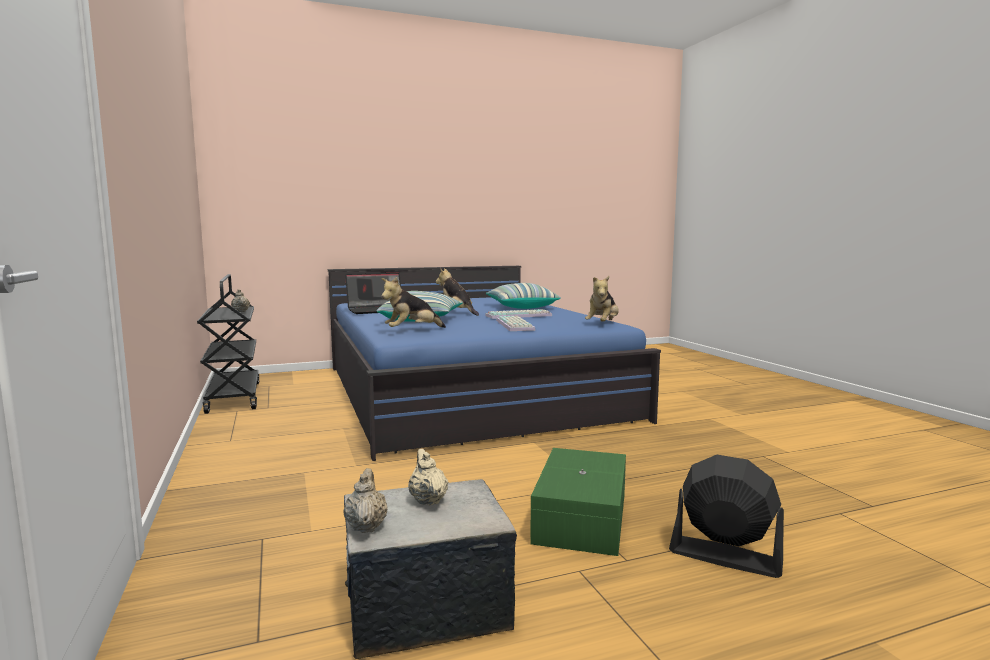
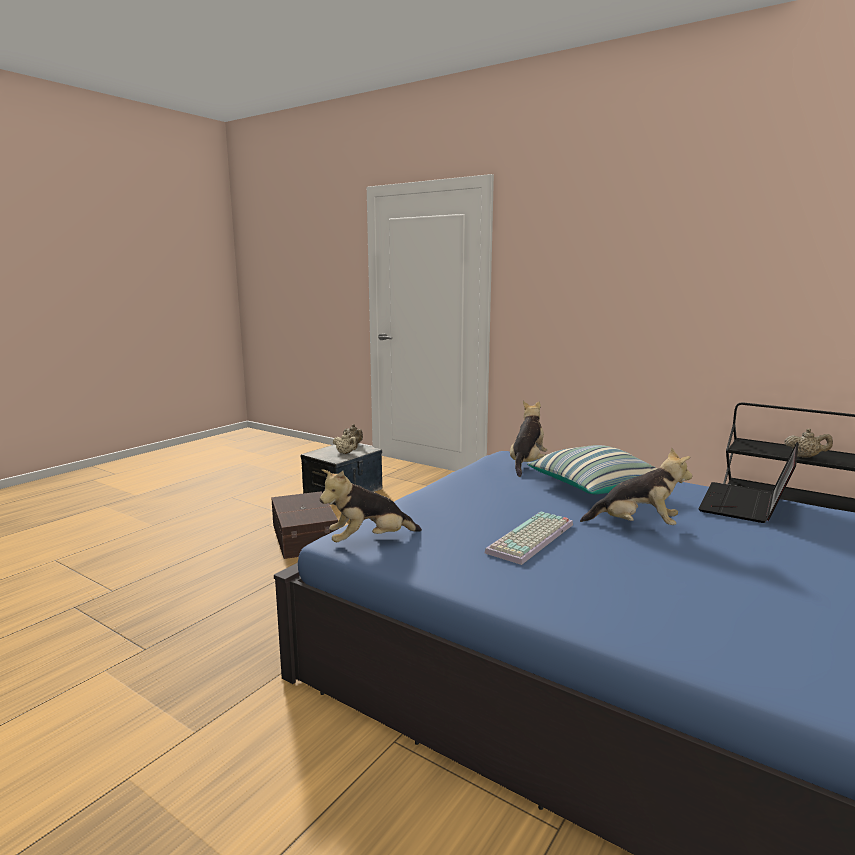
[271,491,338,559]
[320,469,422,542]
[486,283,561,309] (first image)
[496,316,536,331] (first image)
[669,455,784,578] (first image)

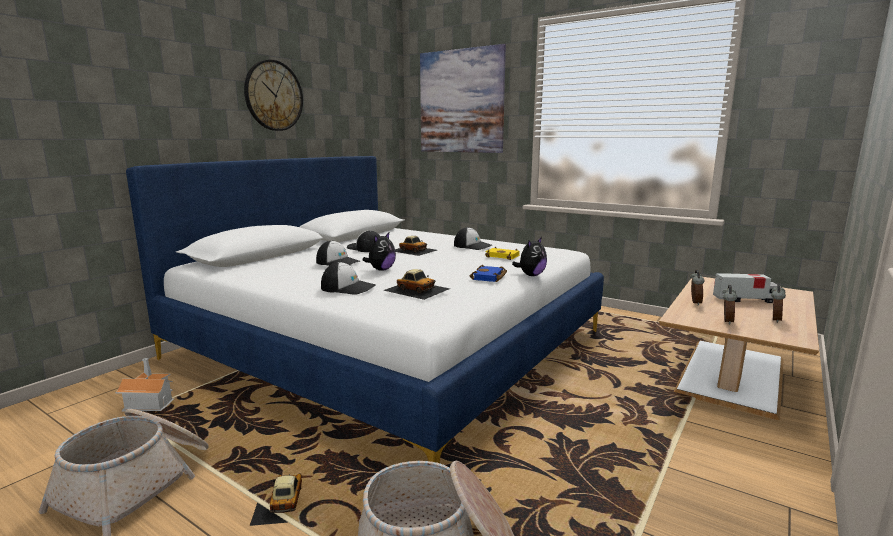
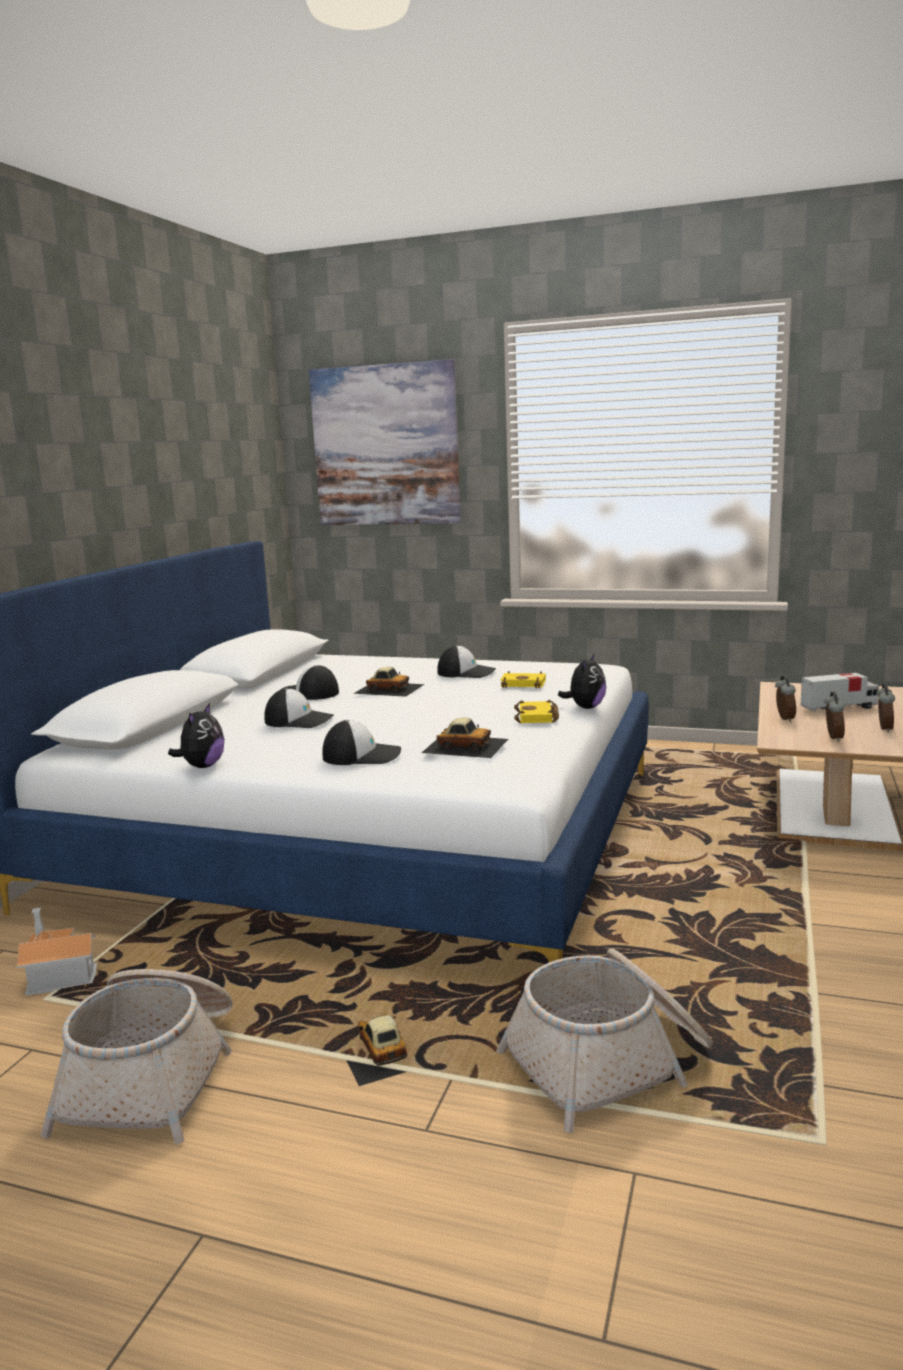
[168,703,224,768]
[514,700,559,723]
[244,59,303,131] (first image)

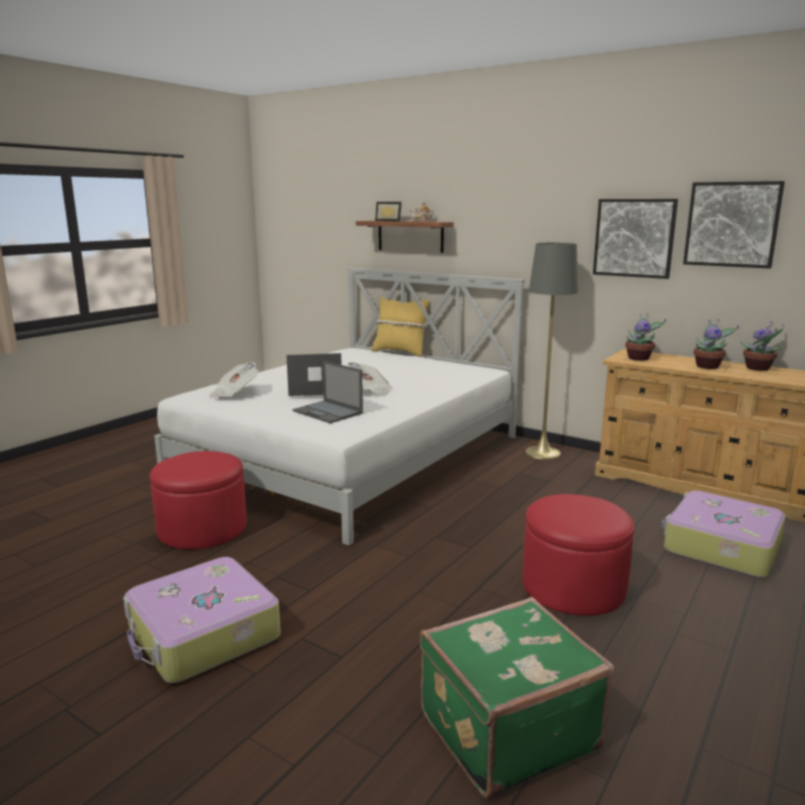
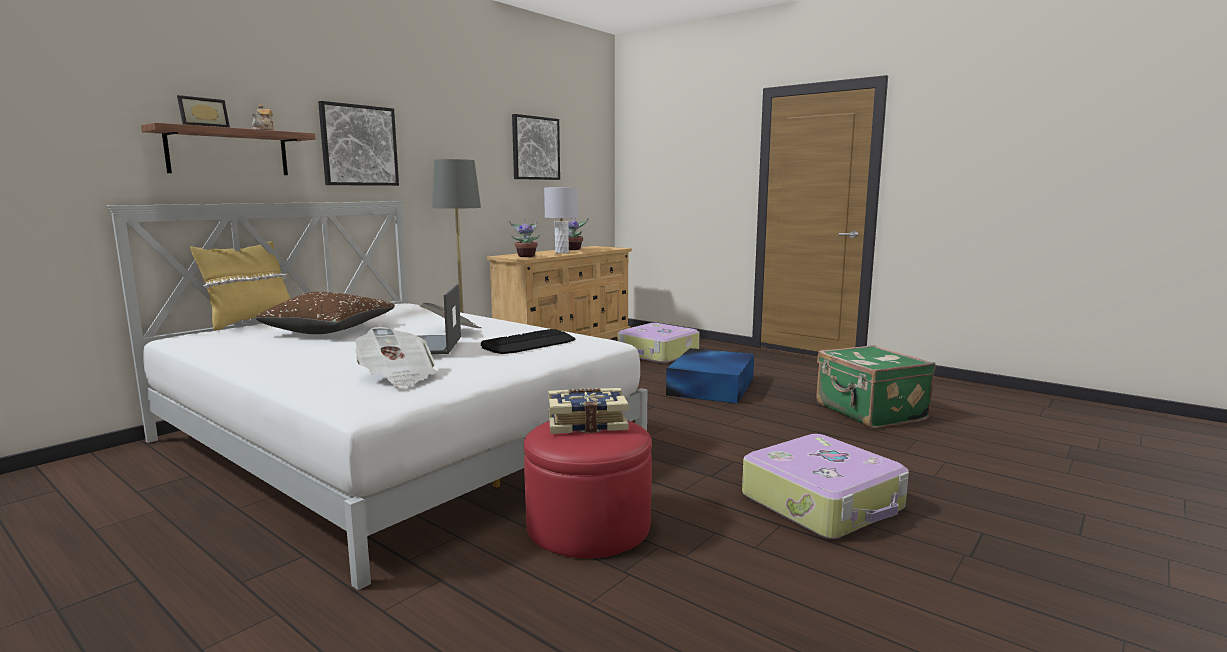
[256,292,395,334]
[318,101,399,186]
[481,329,575,354]
[544,187,578,253]
[548,388,629,434]
[666,348,754,404]

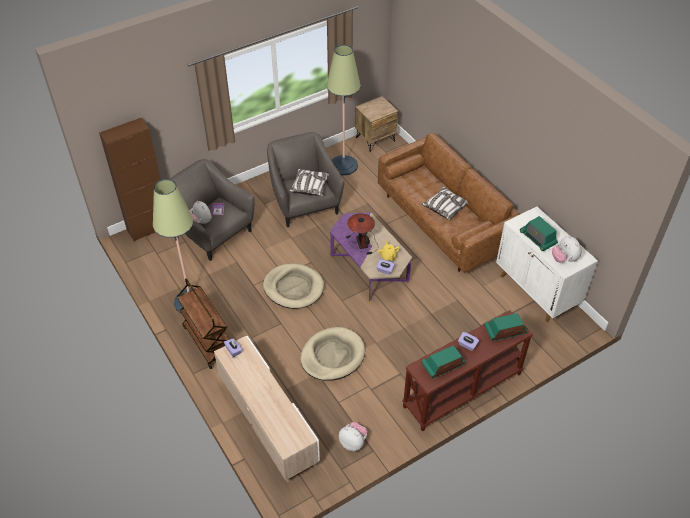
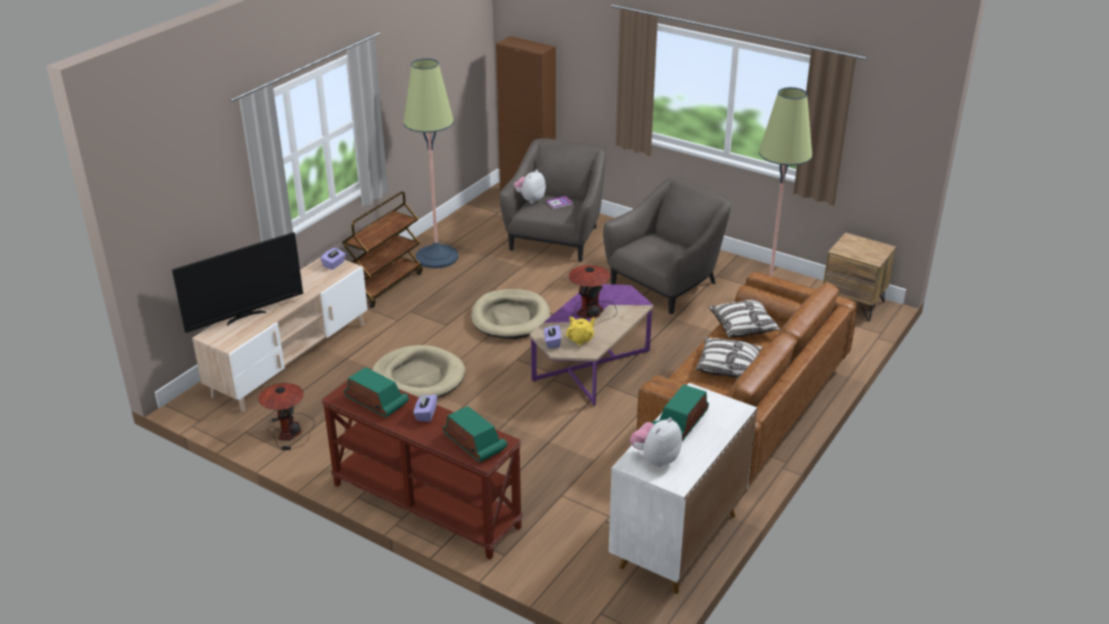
[172,232,303,333]
[258,383,315,450]
[709,300,781,338]

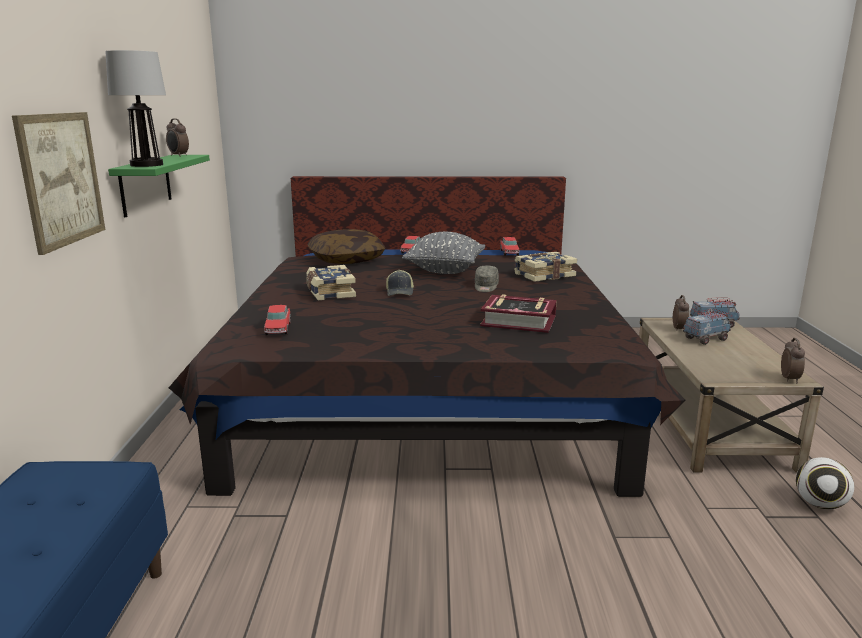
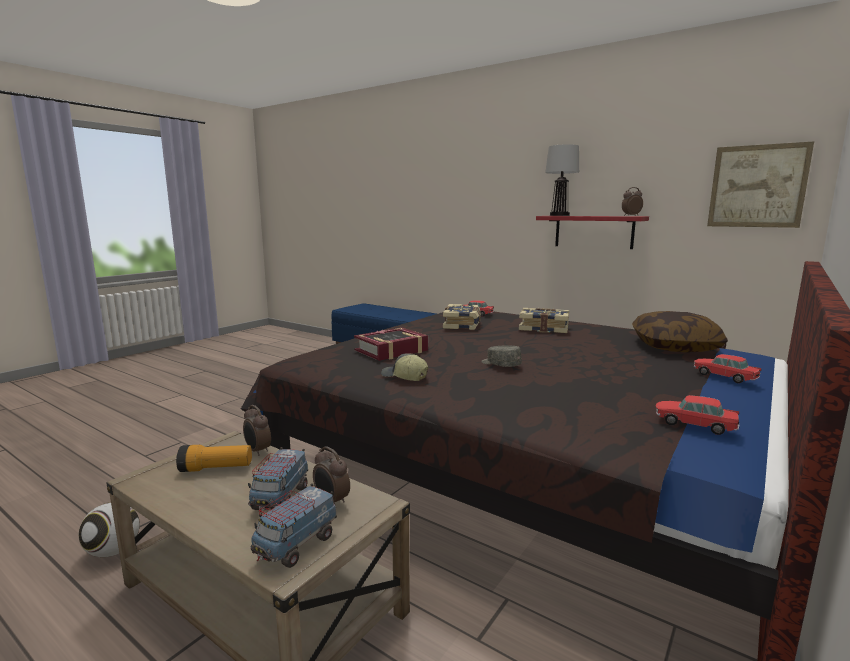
[176,445,252,472]
[243,405,271,456]
[381,353,428,381]
[443,304,481,330]
[536,216,649,249]
[707,141,814,228]
[402,232,485,274] (first image)

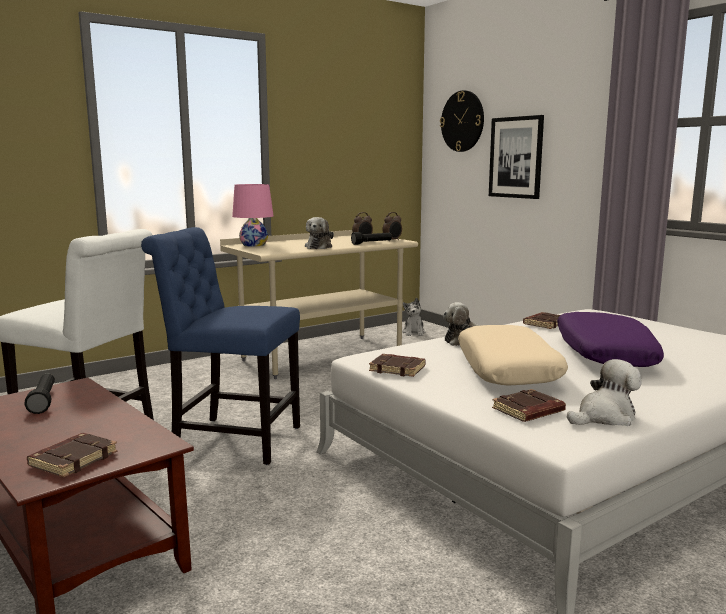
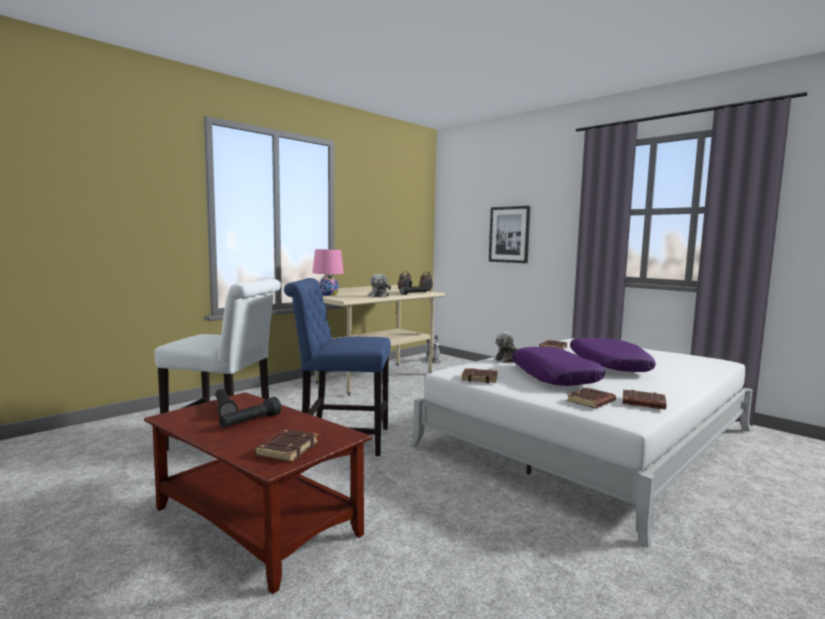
[219,397,281,427]
[512,347,605,386]
[622,389,666,410]
[440,90,484,152] (first image)

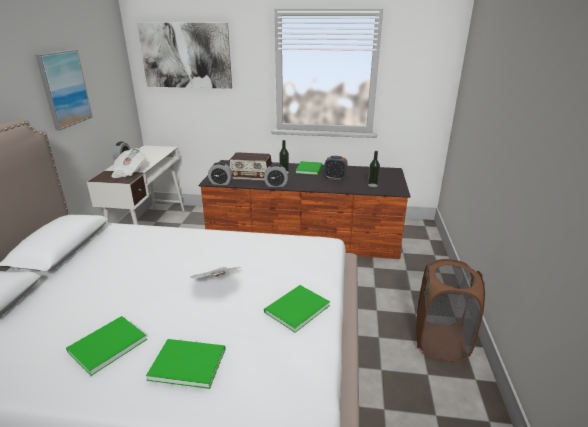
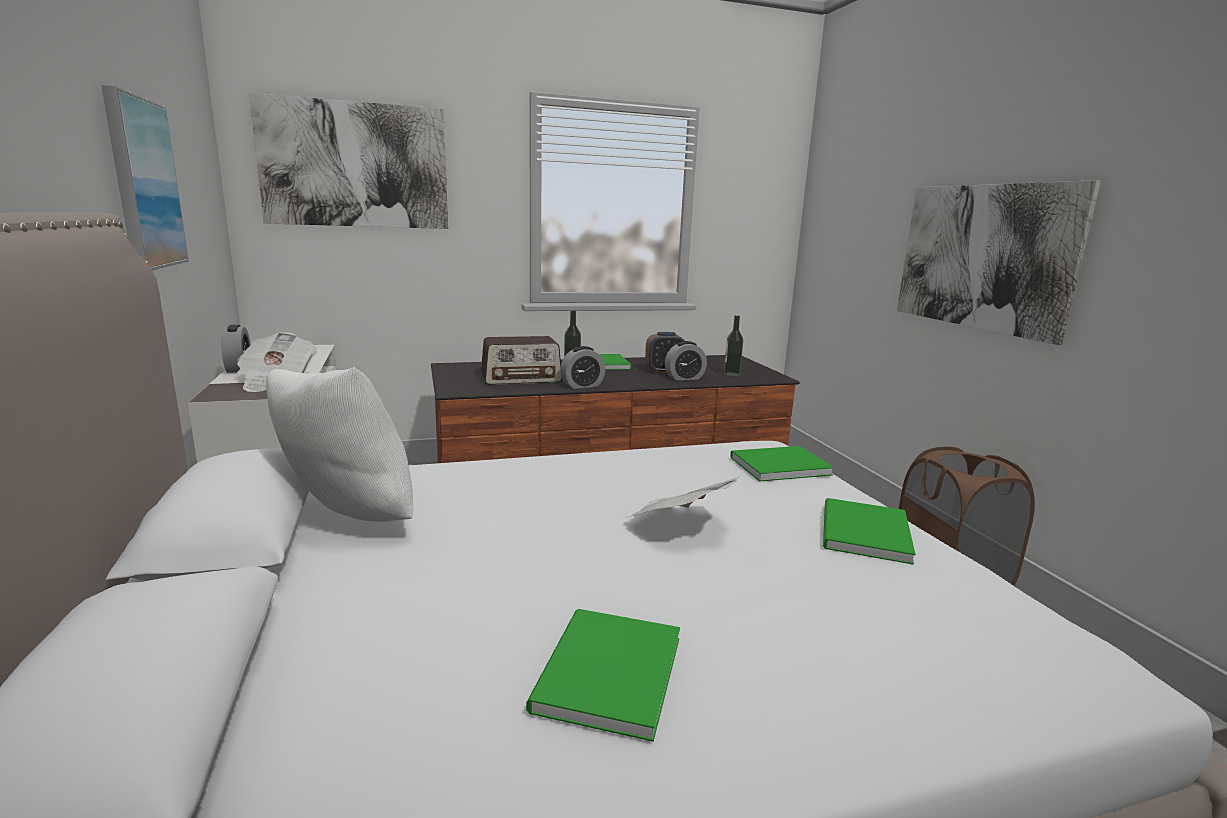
[266,367,413,522]
[665,341,707,380]
[730,446,834,482]
[897,180,1101,345]

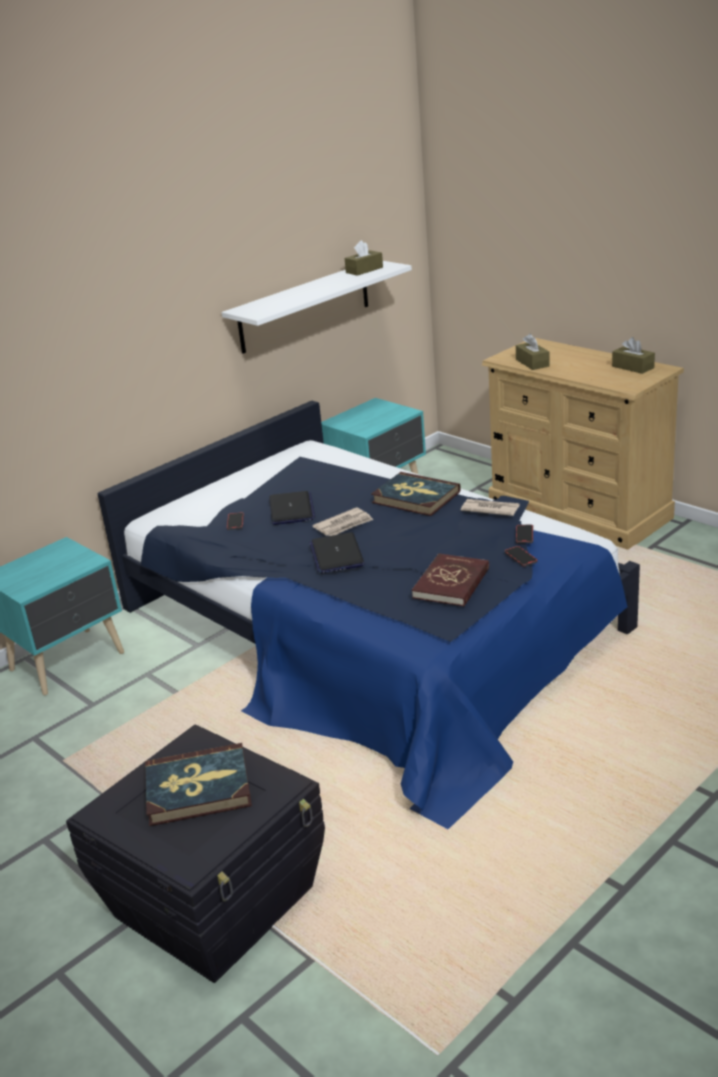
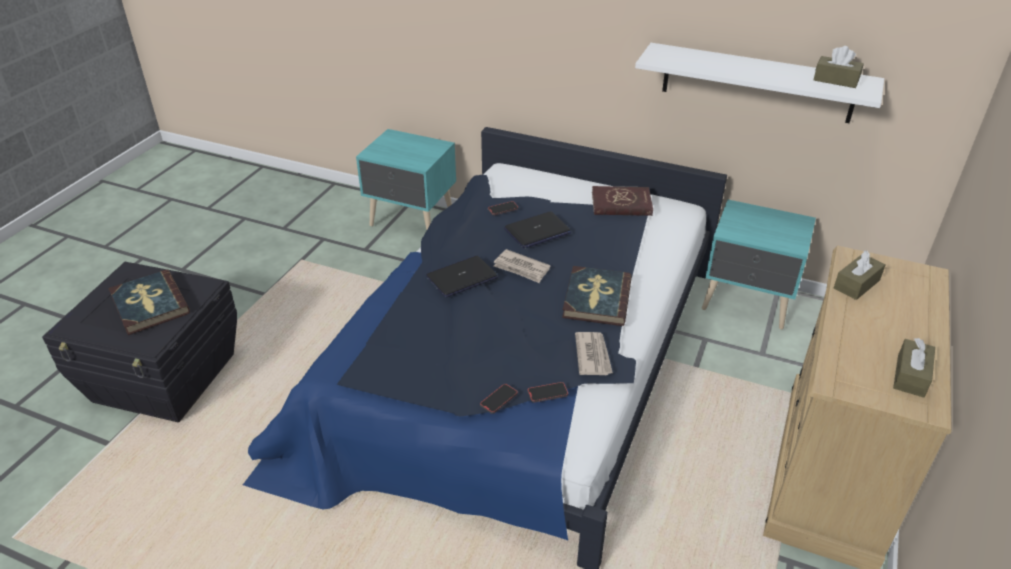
[592,186,653,216]

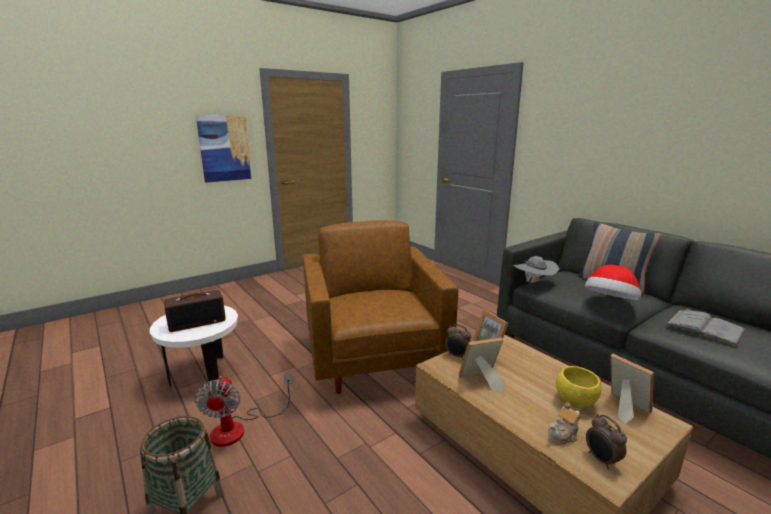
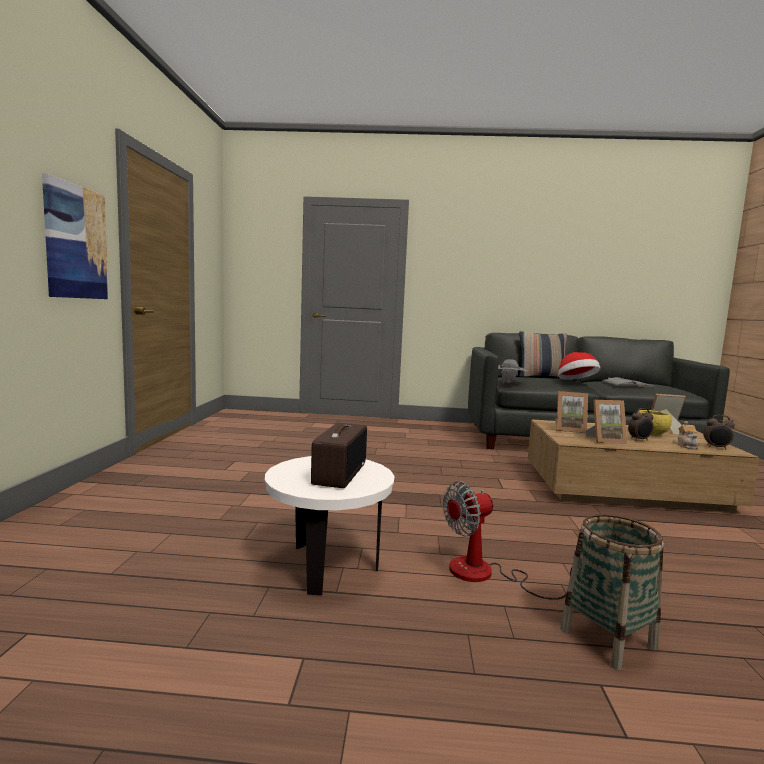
[443,481,575,600]
[586,400,627,444]
[628,408,654,441]
[303,220,458,394] (first image)

